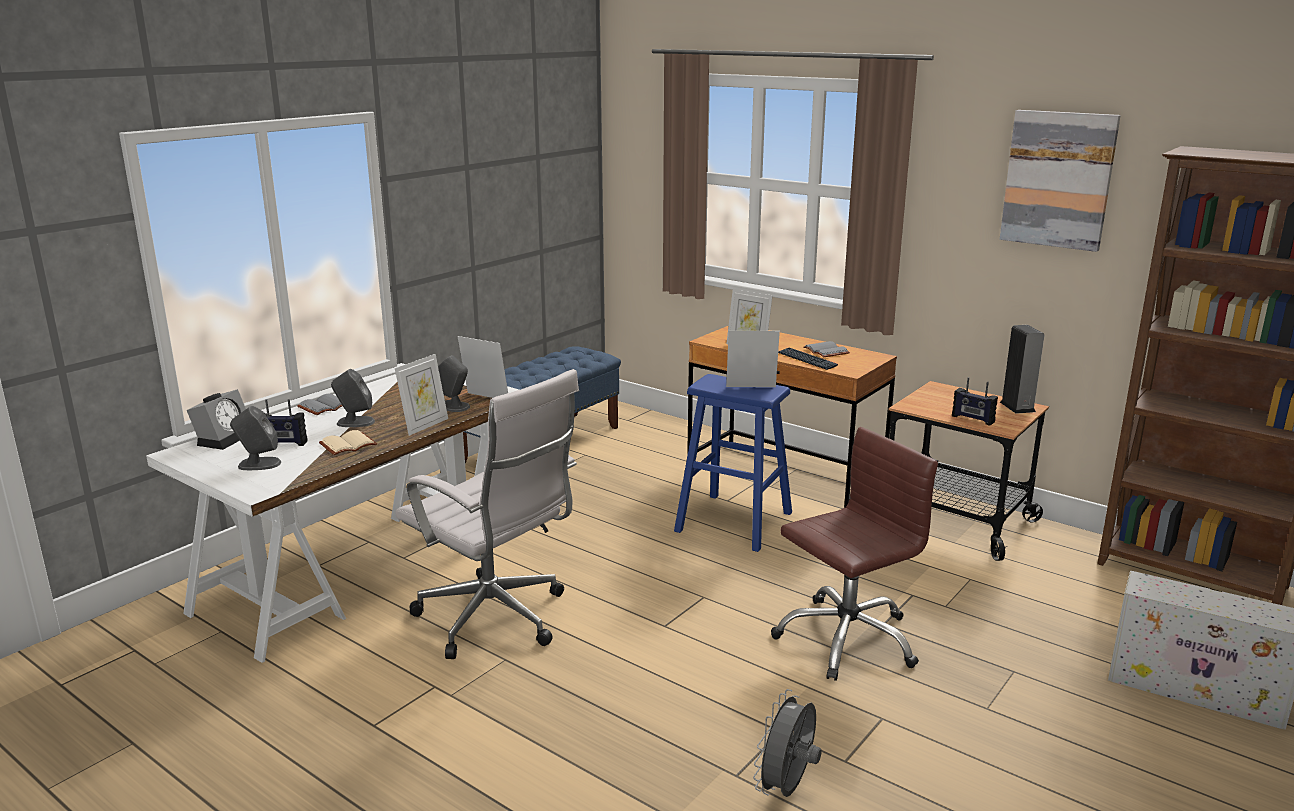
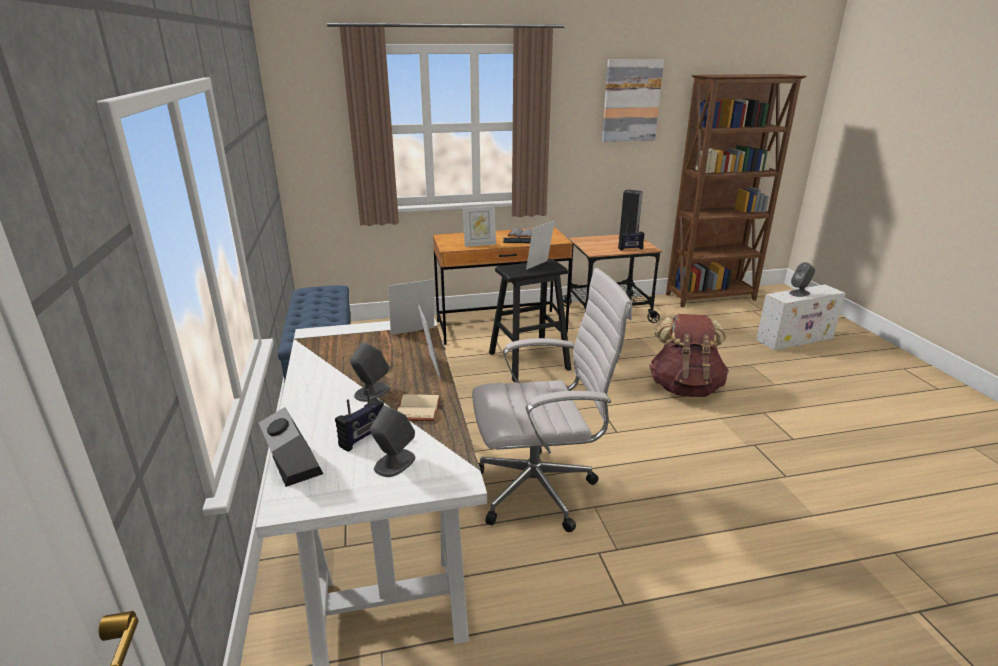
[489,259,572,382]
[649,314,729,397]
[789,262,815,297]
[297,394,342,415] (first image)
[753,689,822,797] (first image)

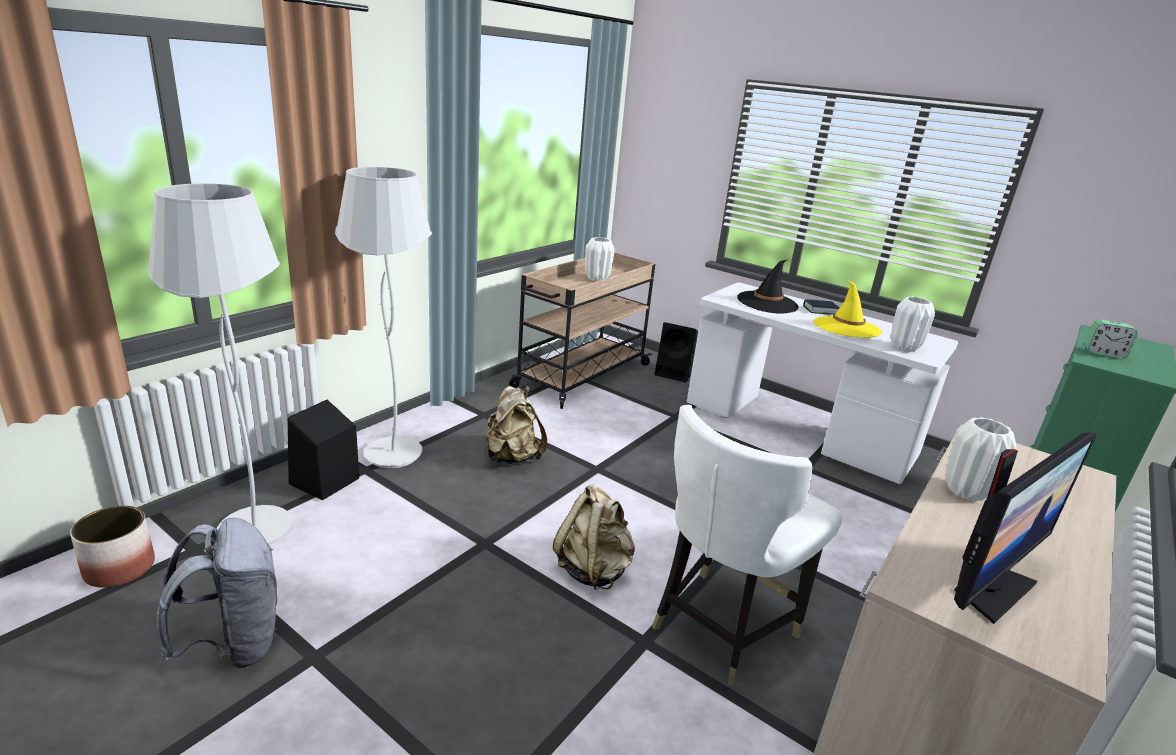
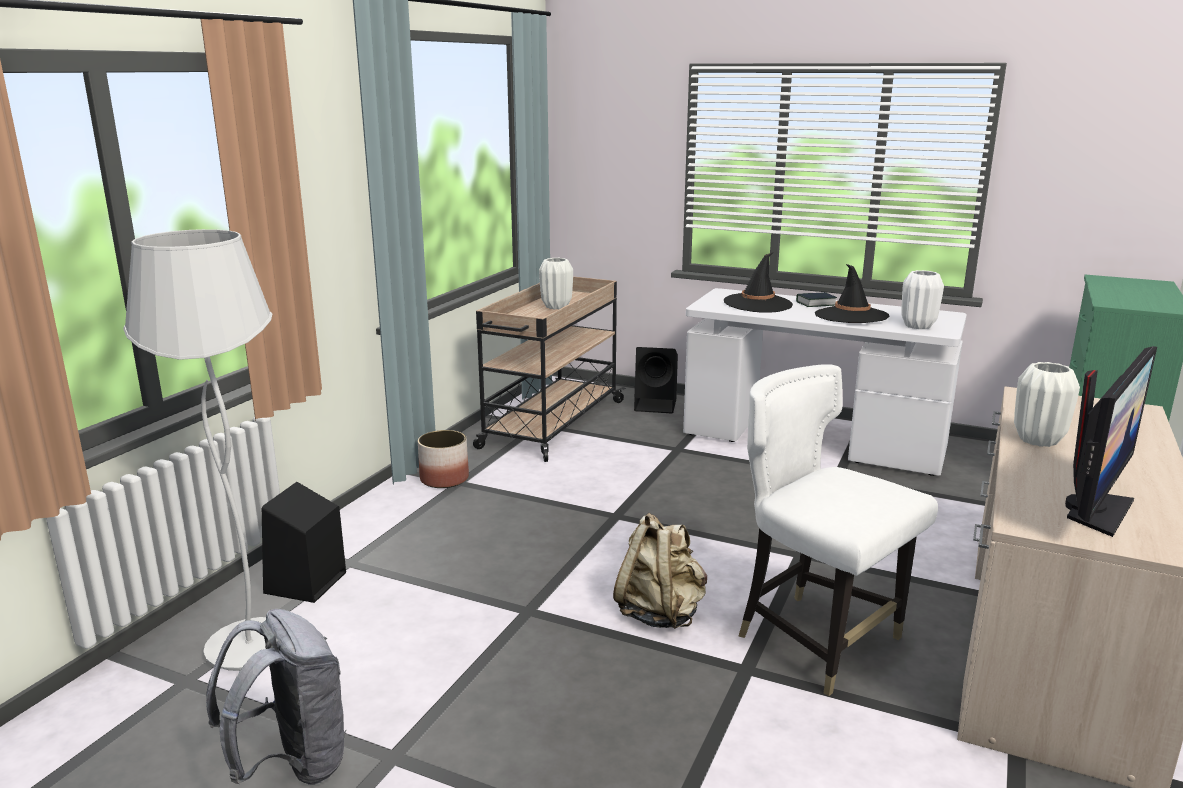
[418,430,469,488]
[739,364,938,696]
[815,264,889,323]
[335,167,432,468] (first image)
[484,386,547,464] (first image)
[1084,320,1138,359] (first image)

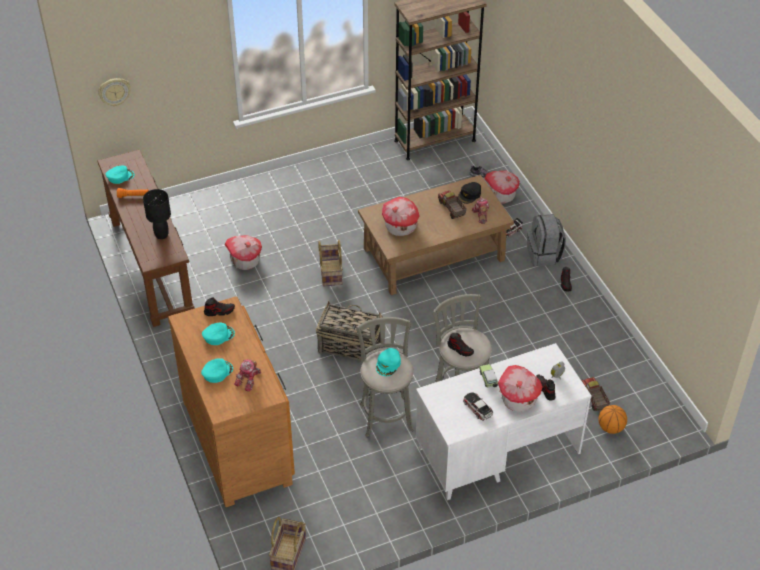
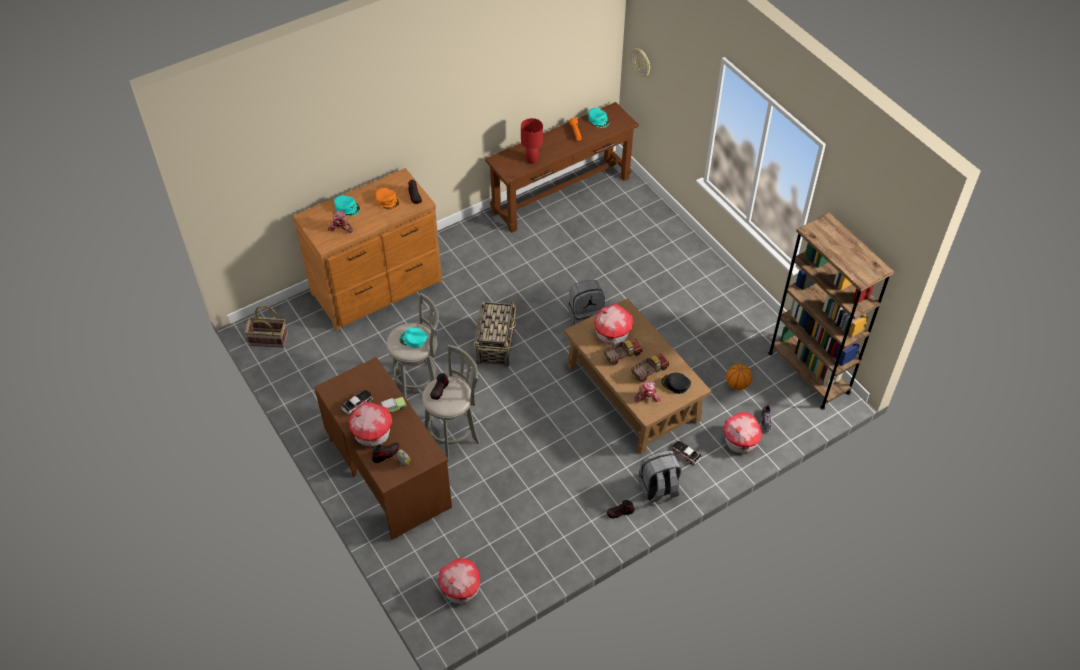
[314,357,452,540]
[376,188,399,210]
[438,558,481,604]
[521,118,543,164]
[568,280,605,325]
[603,339,643,365]
[726,364,752,390]

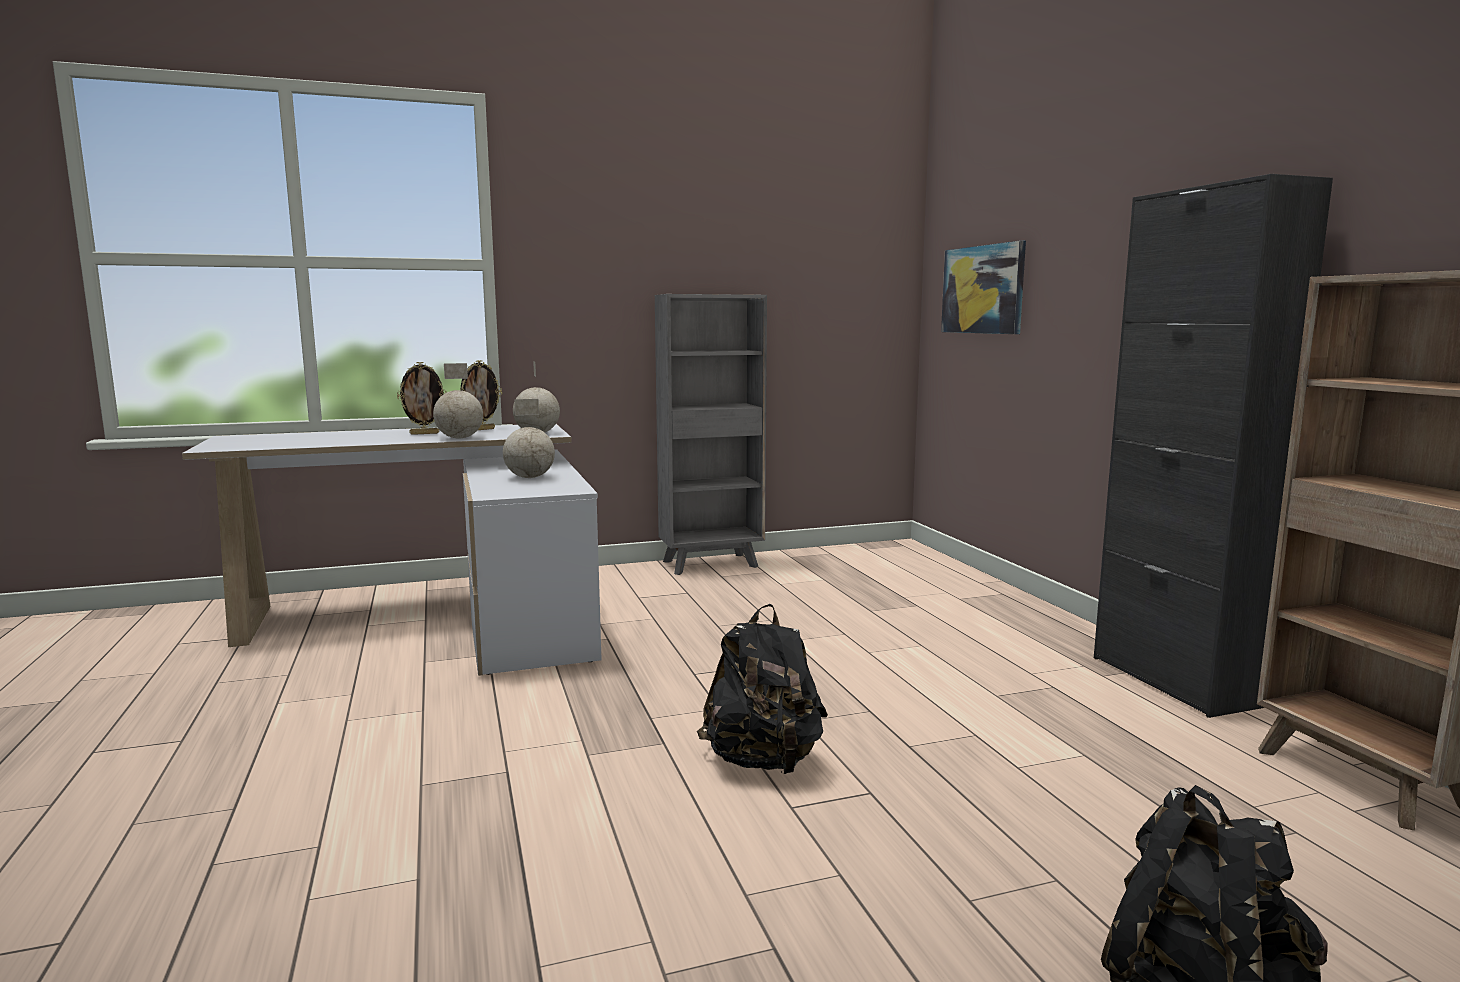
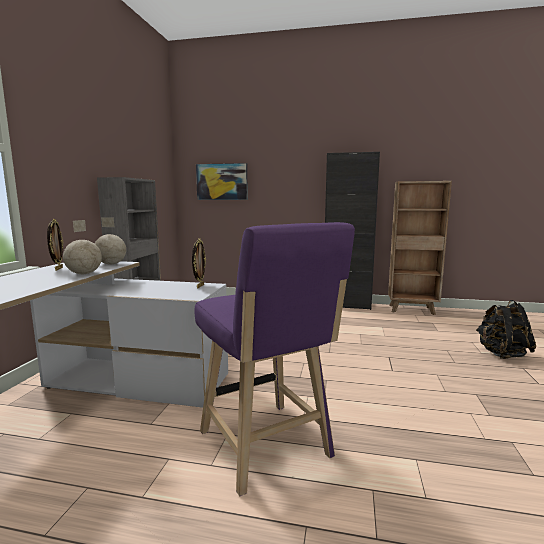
[192,238,206,288]
[194,222,355,496]
[503,399,555,478] (first image)
[697,604,828,774] (first image)

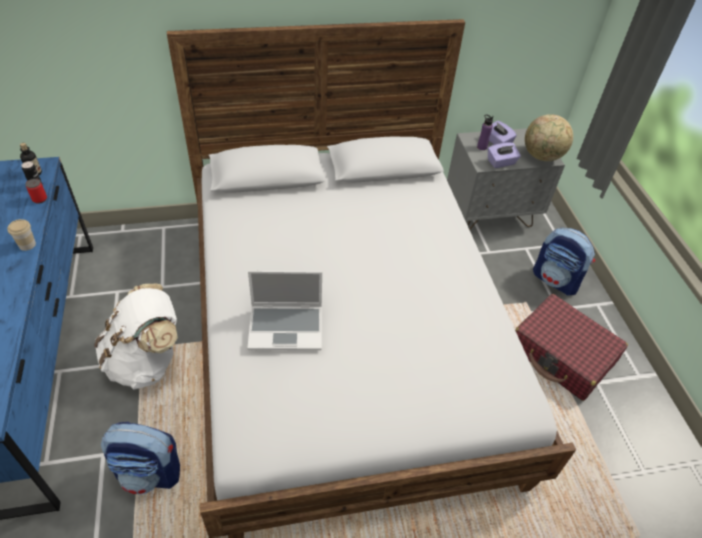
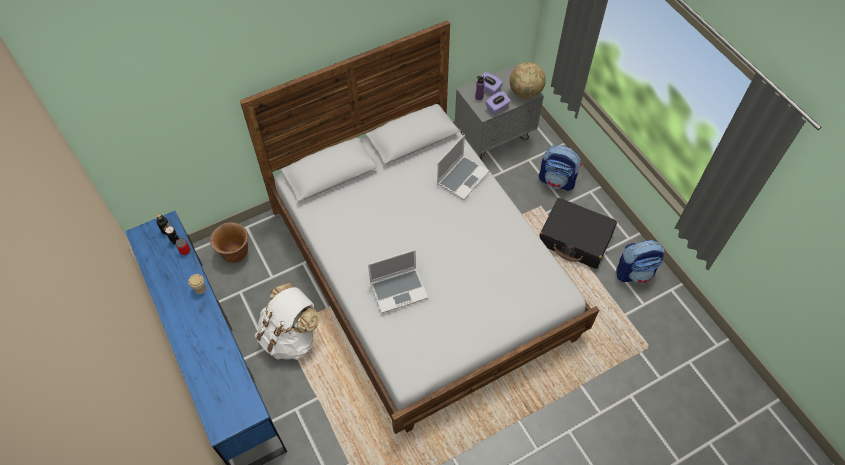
[210,222,248,263]
[437,135,489,200]
[539,198,617,269]
[616,240,665,284]

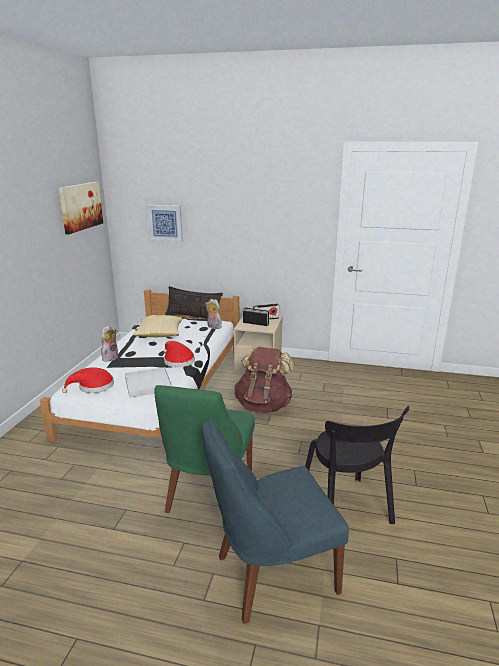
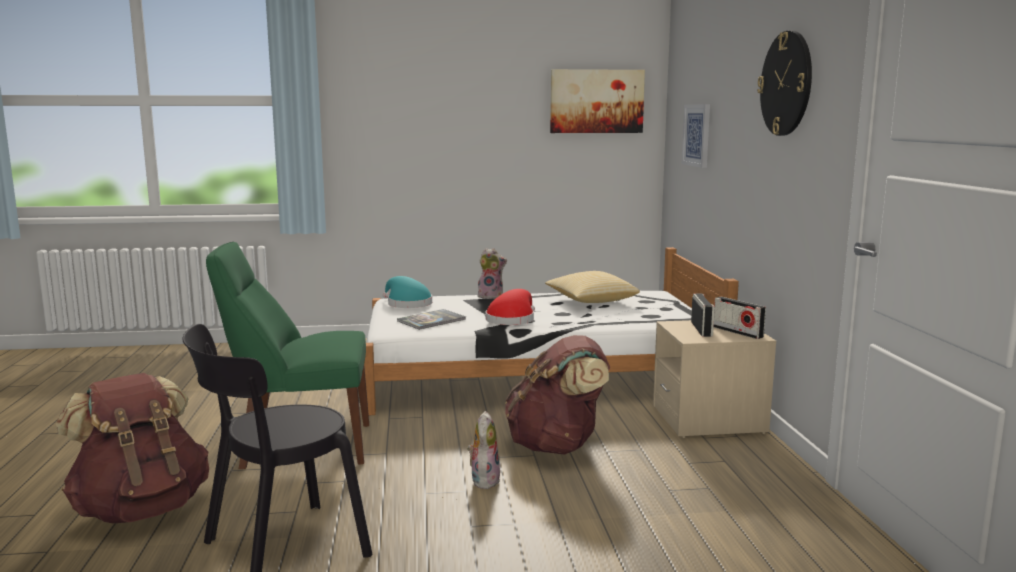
[56,373,209,523]
[383,276,432,308]
[397,309,466,330]
[467,411,500,489]
[757,31,812,136]
[165,286,223,319] (first image)

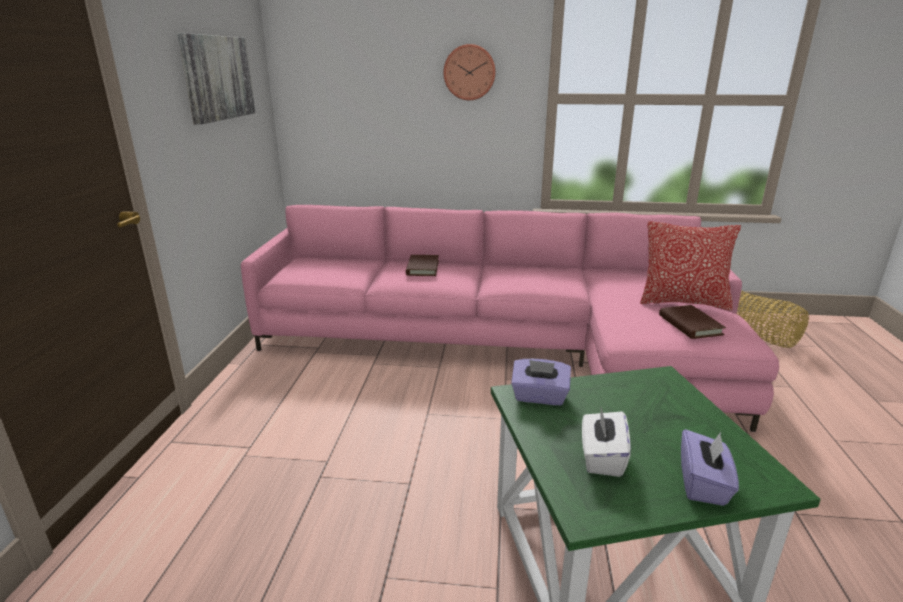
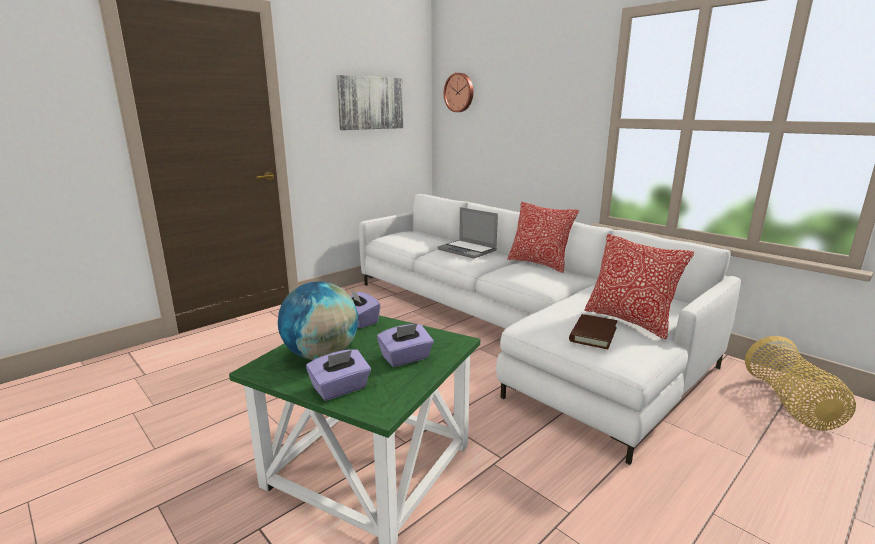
[278,281,358,360]
[359,194,741,465]
[377,323,434,367]
[438,207,498,259]
[444,73,473,112]
[507,202,579,273]

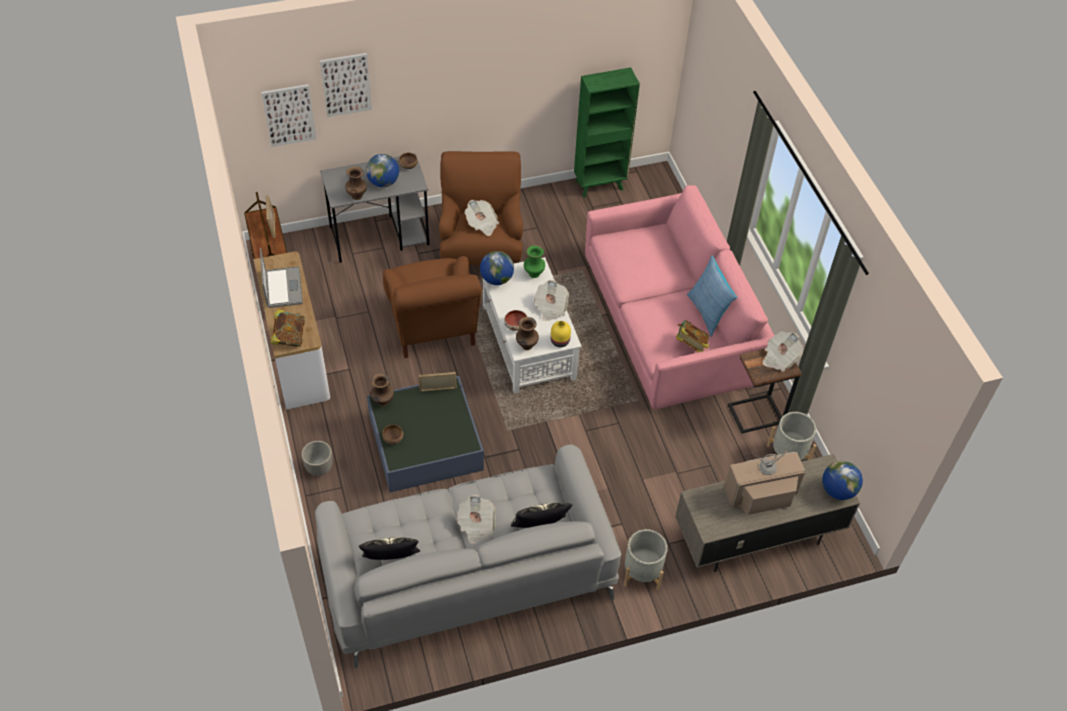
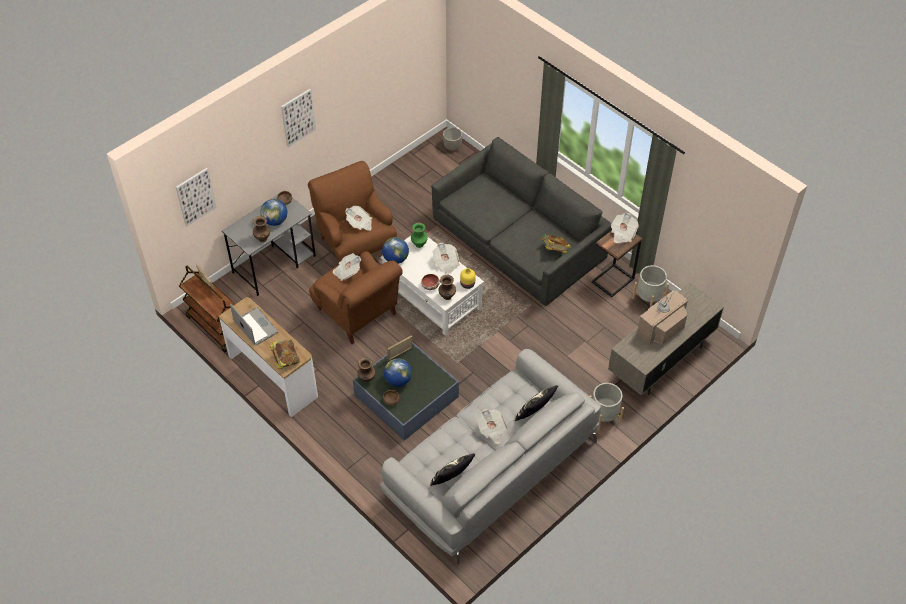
[281,89,316,147]
[333,253,361,281]
[384,358,412,387]
[431,137,612,306]
[443,127,462,151]
[574,67,640,198] (first image)
[687,255,737,337] (first image)

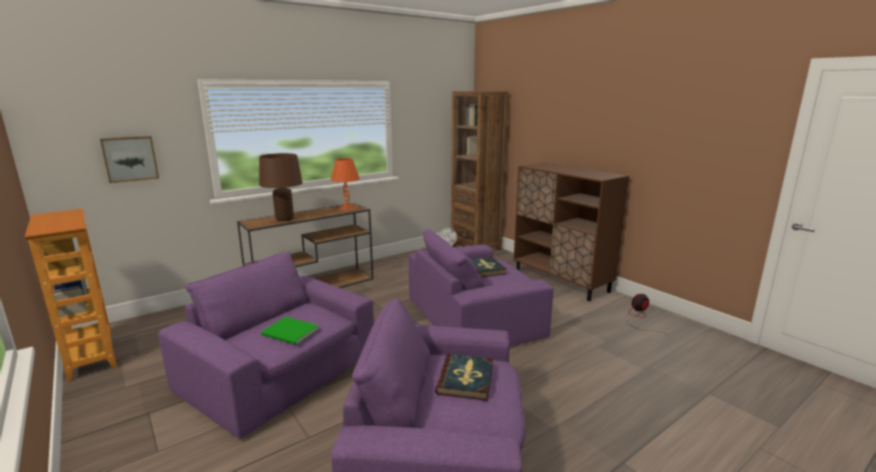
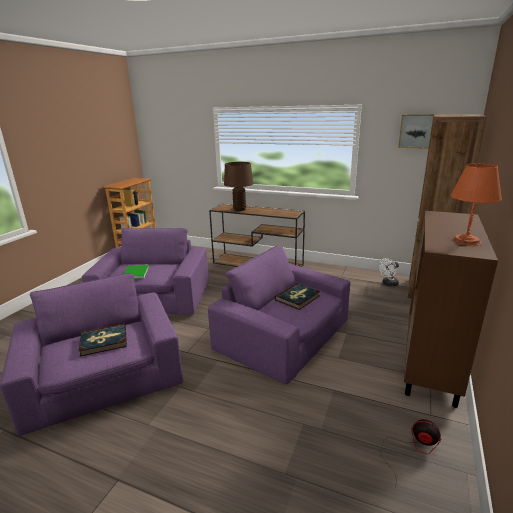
[398,114,437,149]
[451,164,502,246]

